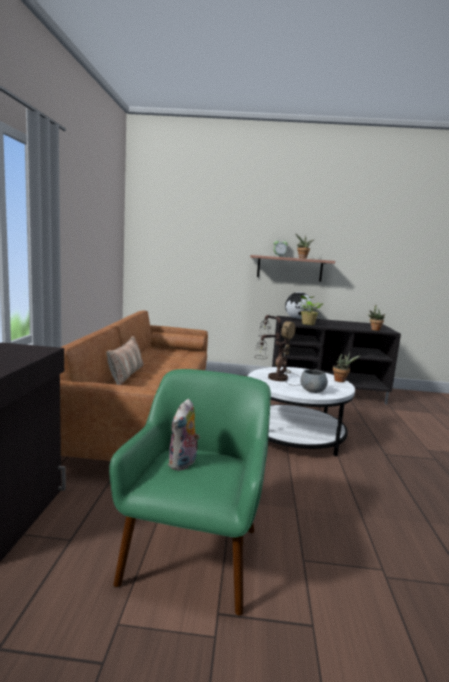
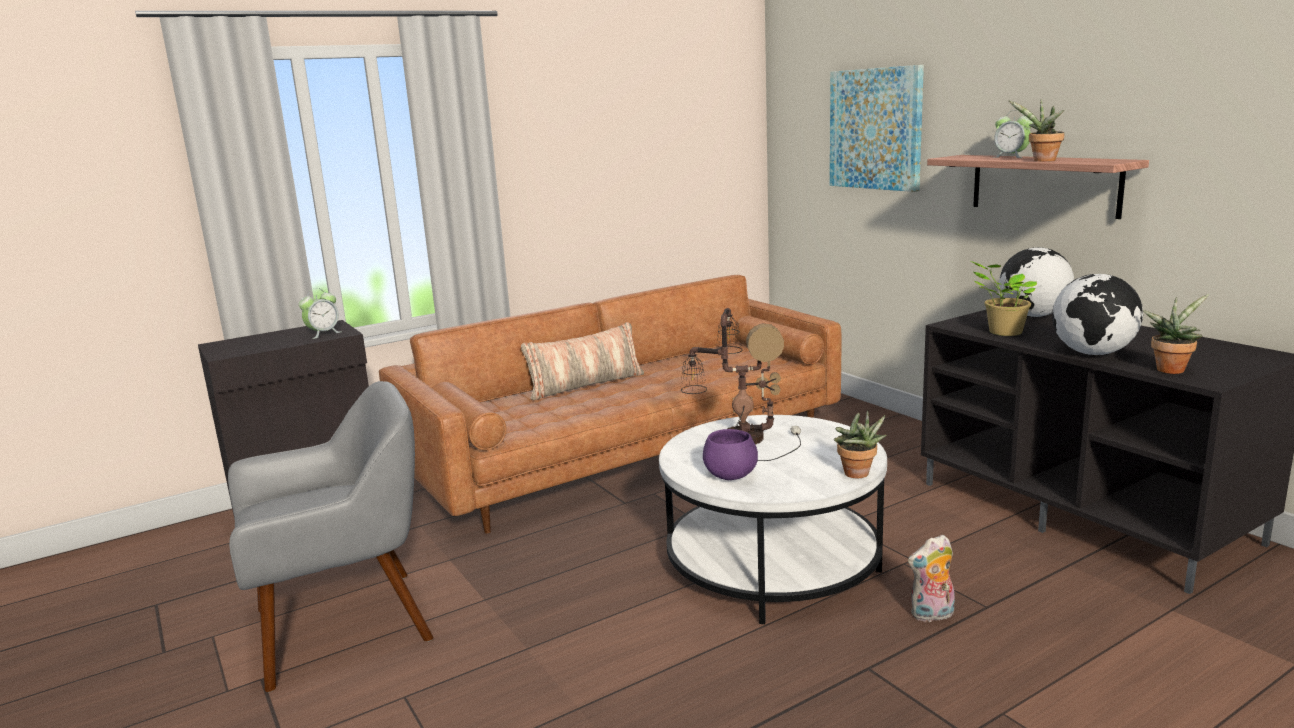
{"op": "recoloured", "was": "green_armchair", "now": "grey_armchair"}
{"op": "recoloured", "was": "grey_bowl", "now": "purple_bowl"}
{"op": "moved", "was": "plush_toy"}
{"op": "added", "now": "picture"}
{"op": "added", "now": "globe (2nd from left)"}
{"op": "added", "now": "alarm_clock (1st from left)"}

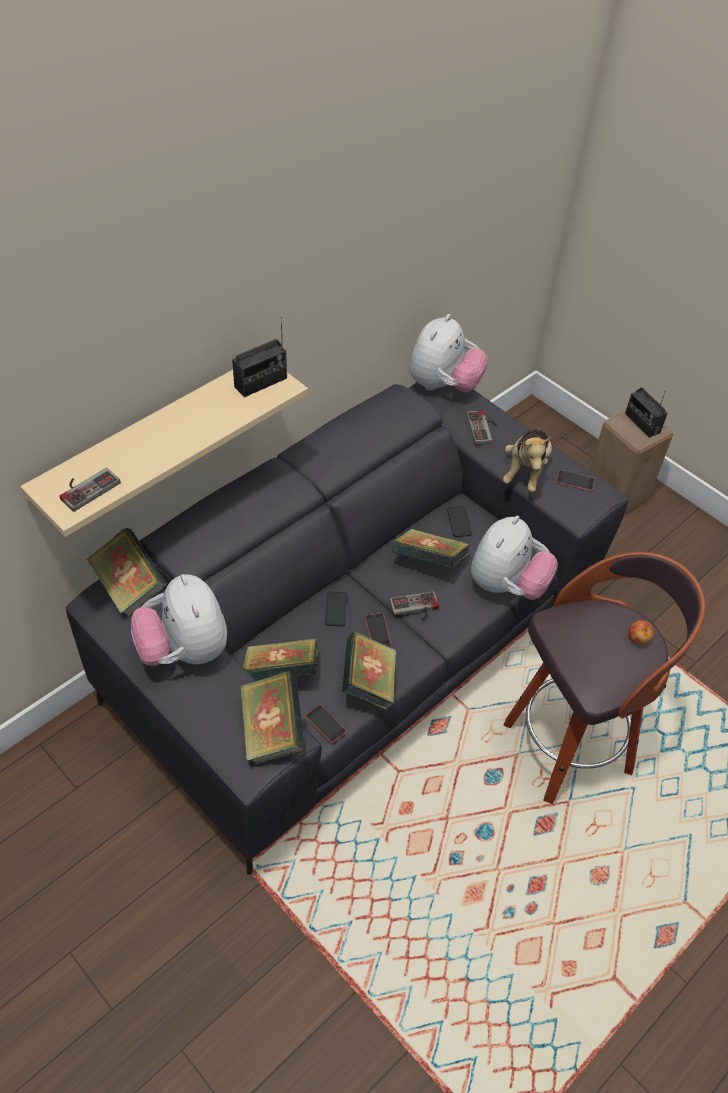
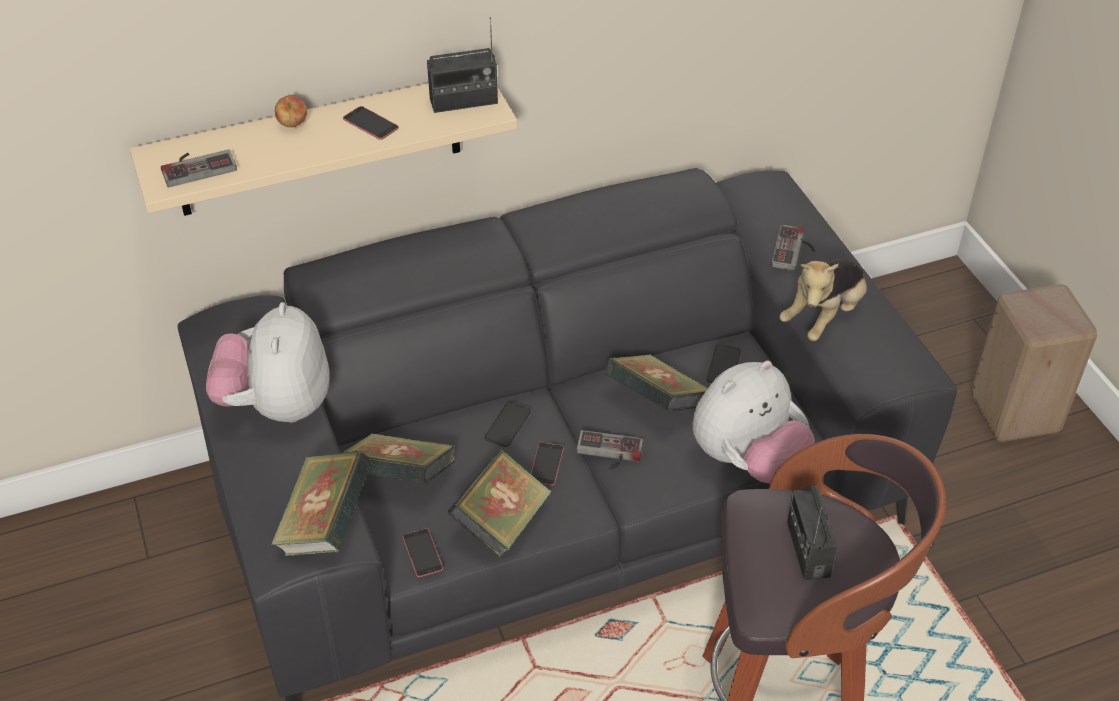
{"op": "removed", "was": "plush_toy (2nd from left)"}
{"op": "moved", "was": "radio (2nd from left)"}
{"op": "moved", "was": "phone (5th from left in the first image)", "now": "phone (1st from left)"}
{"op": "removed", "was": "book (1st from left)"}
{"op": "moved", "was": "apple"}

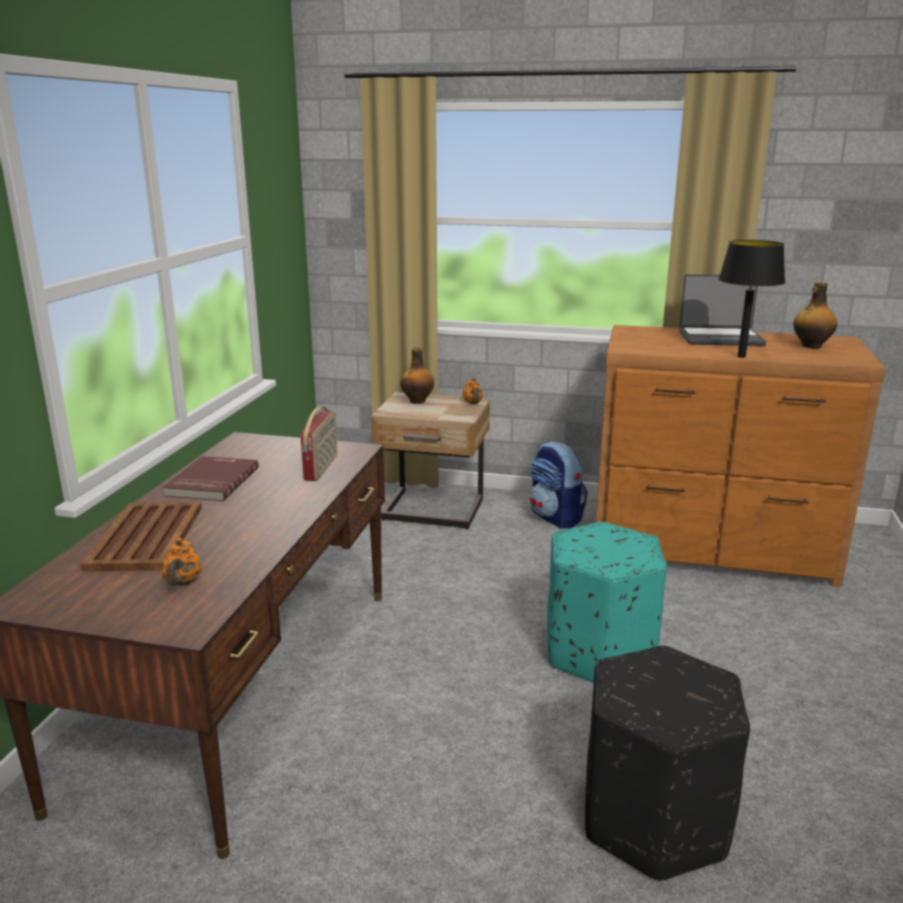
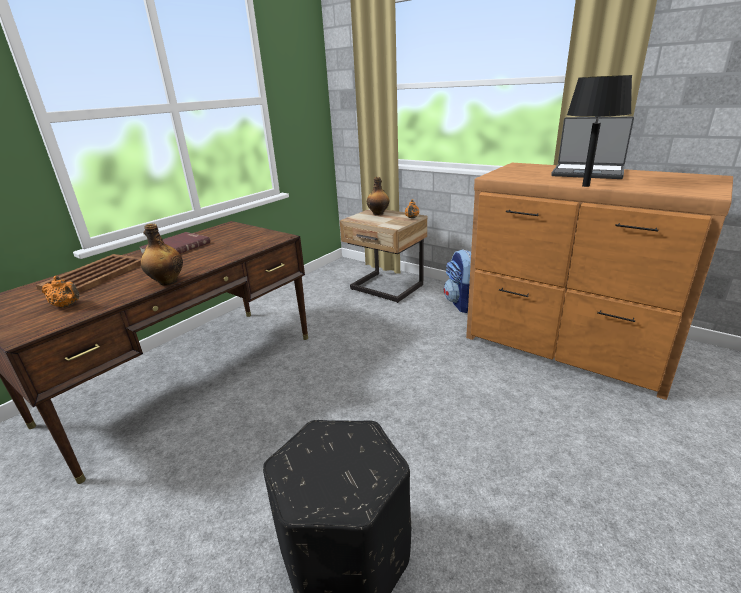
{"op": "moved", "was": "bottle (2nd from left in the first image)", "now": "bottle (1st from left)"}
{"op": "removed", "was": "radio"}
{"op": "removed", "was": "turquoise_ottoman"}
{"op": "turned", "was": "orange_teapot (1st from left)", "clockwise": -90}

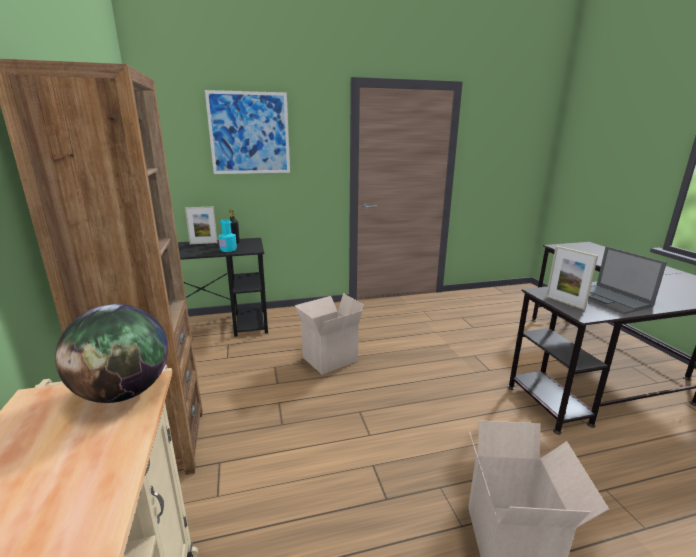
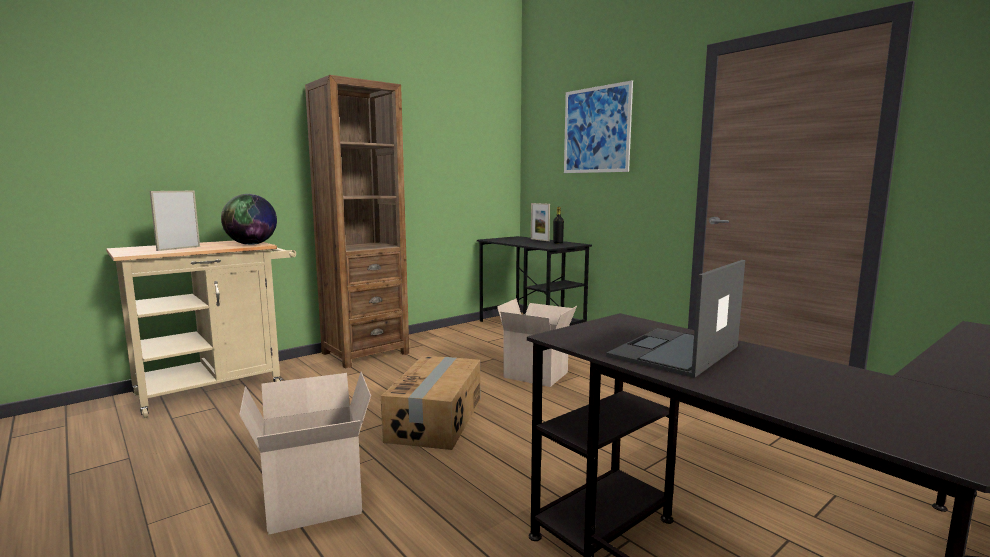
{"op": "removed", "was": "turquoise_bottle"}
{"op": "moved", "was": "picture_frame (2nd from left in the first image)", "now": "picture_frame (1st from left)"}
{"op": "added", "now": "cardboard_box (2nd from left)"}

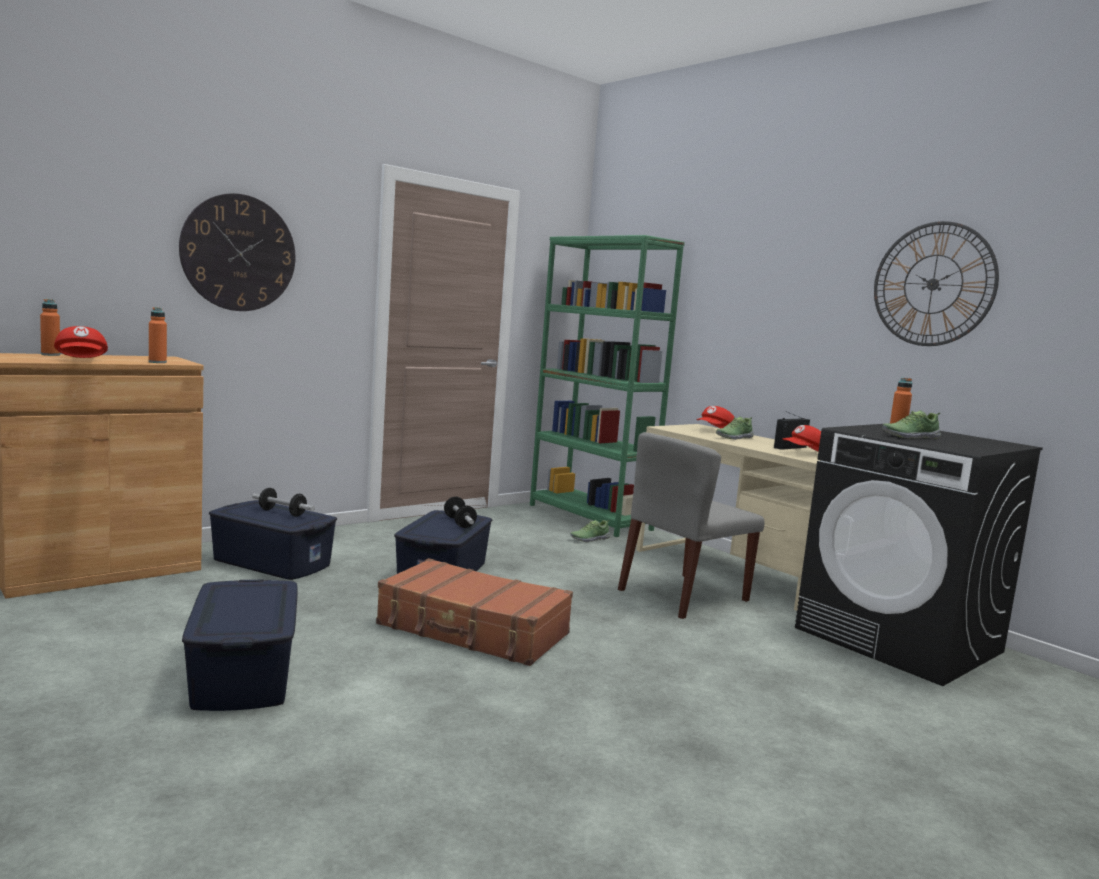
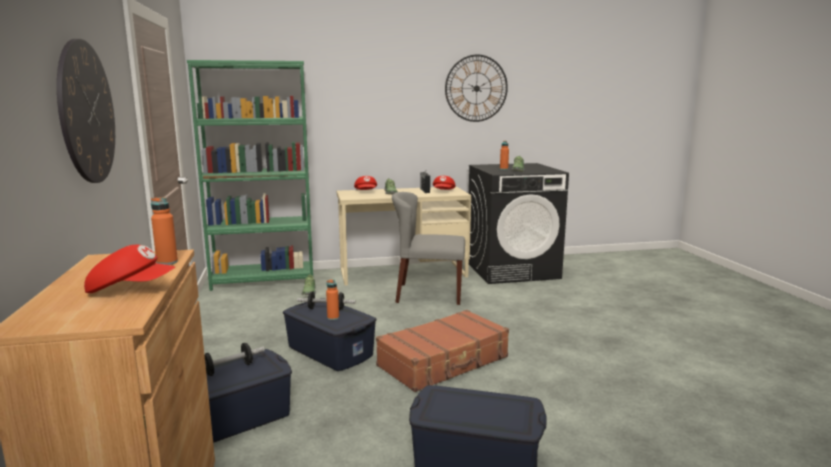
{"op": "moved", "was": "orange_bottle (1st from left in the first image)", "now": "orange_bottle (2nd from left)"}
{"op": "turned", "was": "grey_chair", "clockwise": 105}

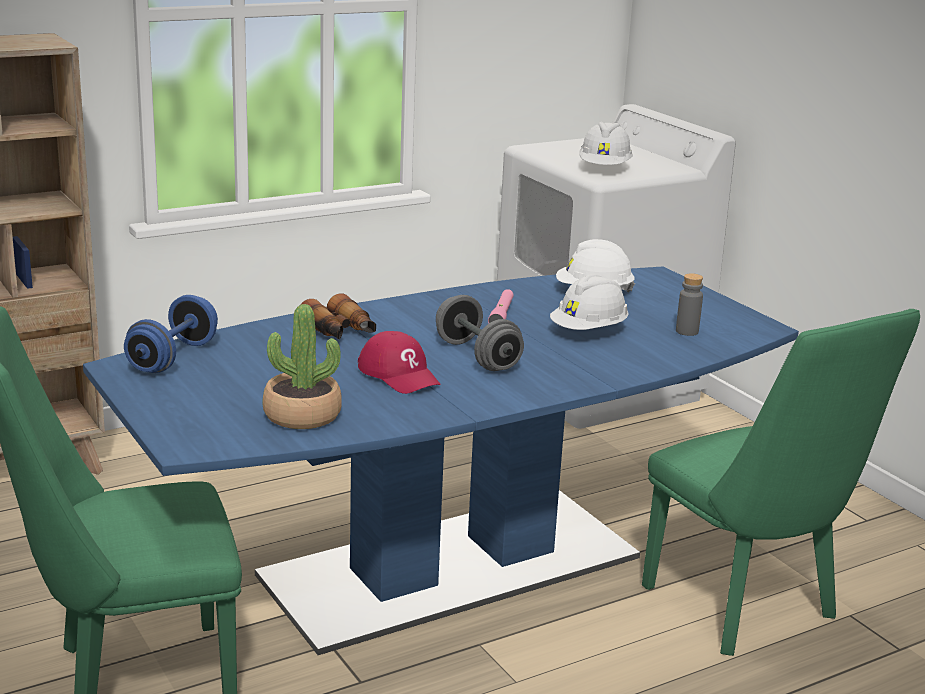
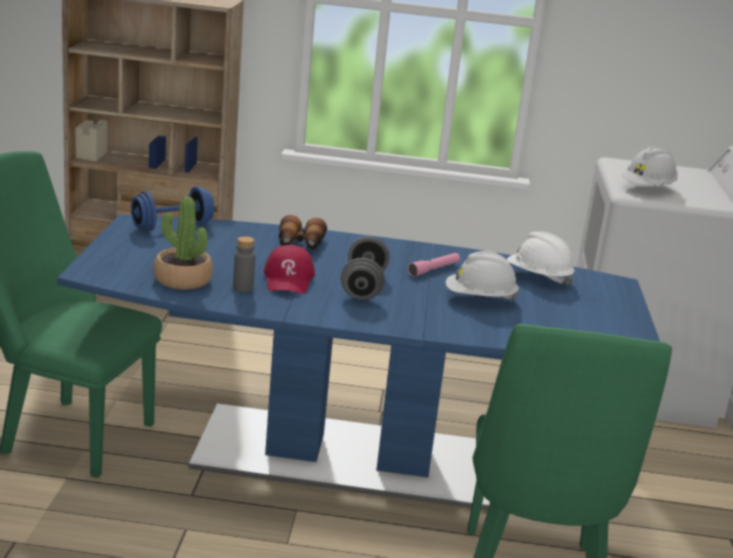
{"op": "moved", "was": "grey_bottle"}

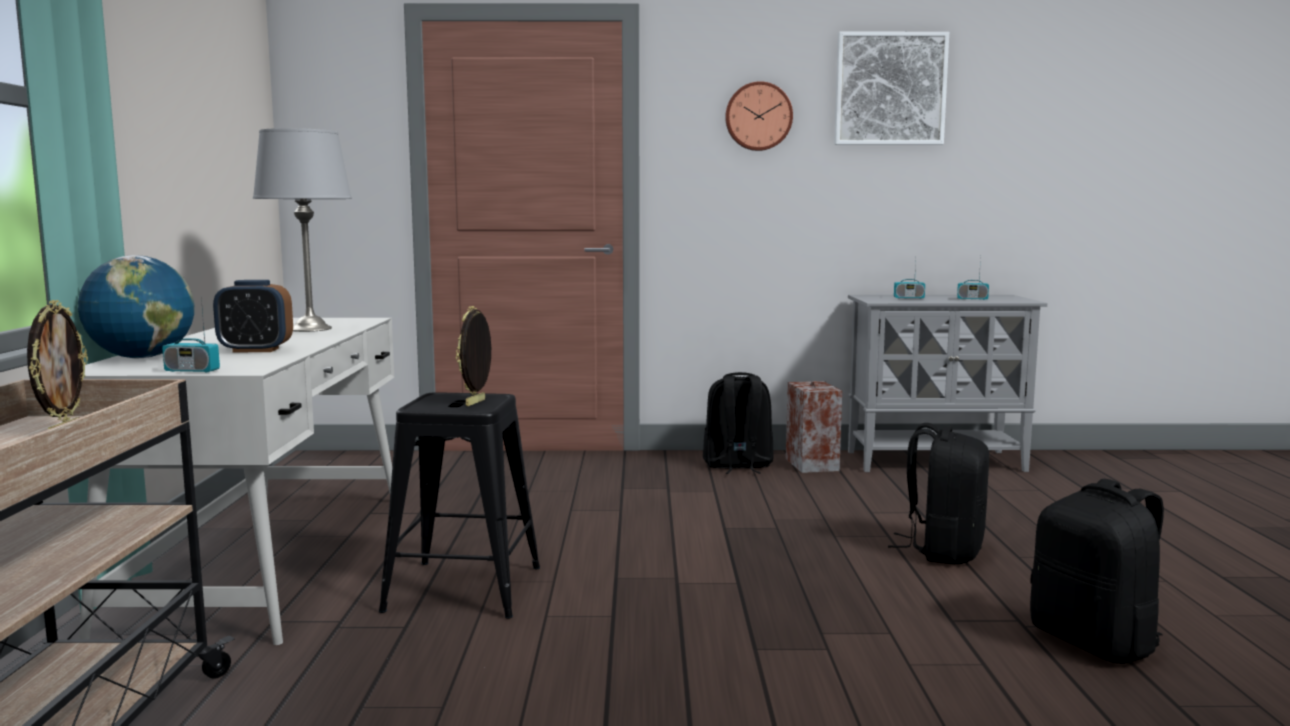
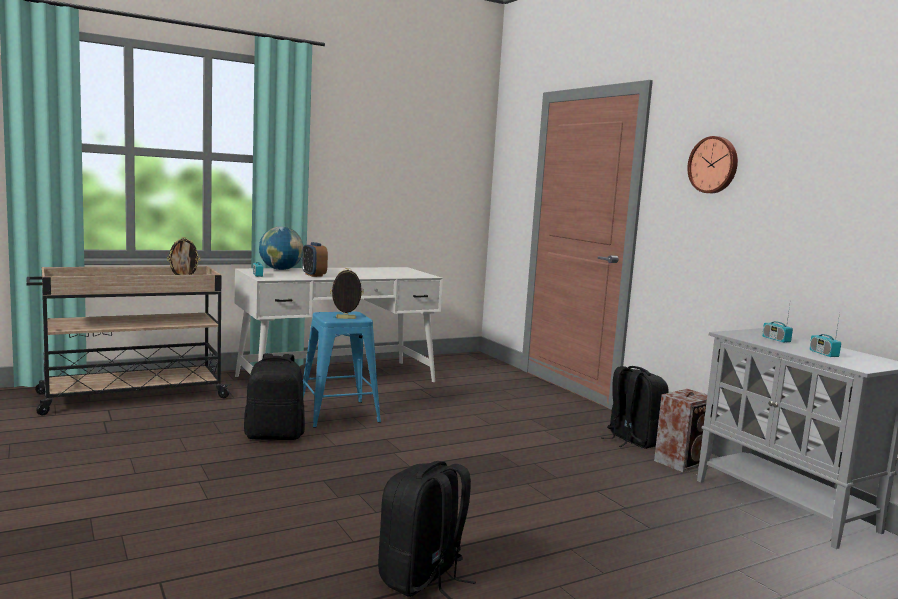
{"op": "removed", "was": "picture"}
{"op": "removed", "was": "grey_table_lamp"}
{"op": "recoloured", "was": "black_stool", "now": "blue_stool"}
{"op": "moved", "was": "black_backpack (2nd from left in the first image)", "now": "black_backpack (1st from left)"}

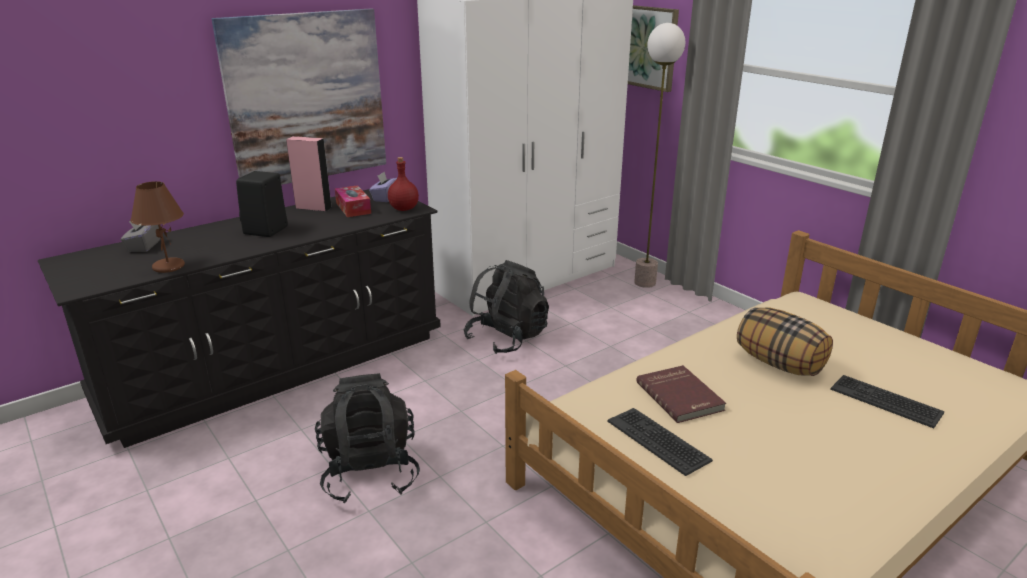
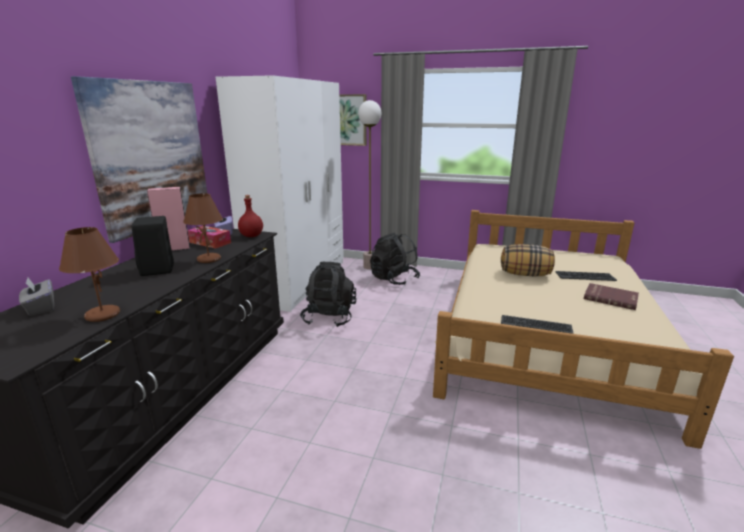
{"op": "moved", "was": "red_book"}
{"op": "moved", "was": "black_backpack (1st from left in the first image)", "now": "black_backpack (2nd from left)"}
{"op": "added", "now": "brown_table_lamp (2nd from left)"}

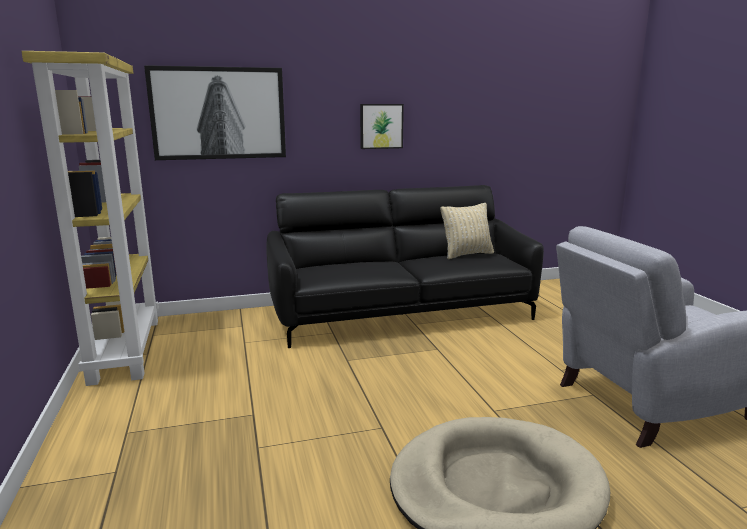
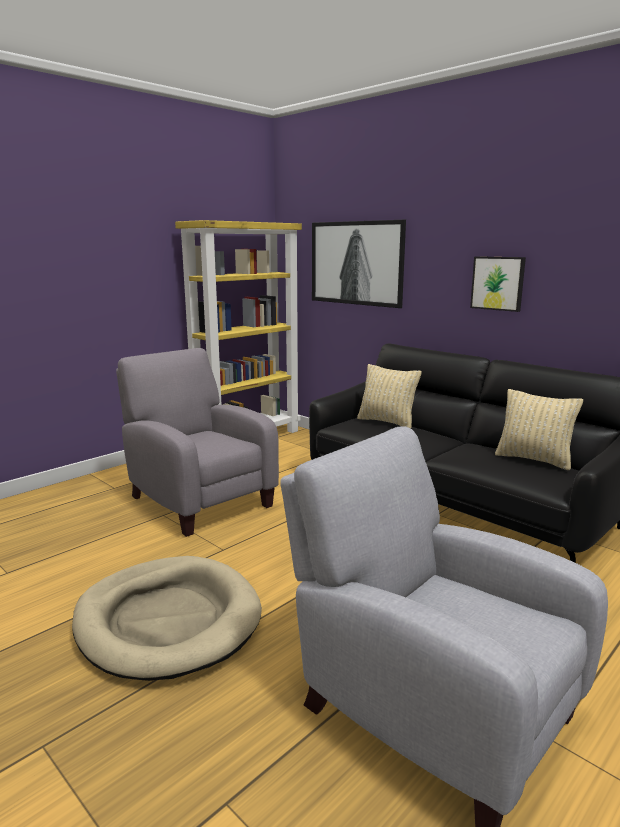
{"op": "added", "now": "grey_armchair (1st from left)"}
{"op": "added", "now": "beige_pillow (1st from left)"}

